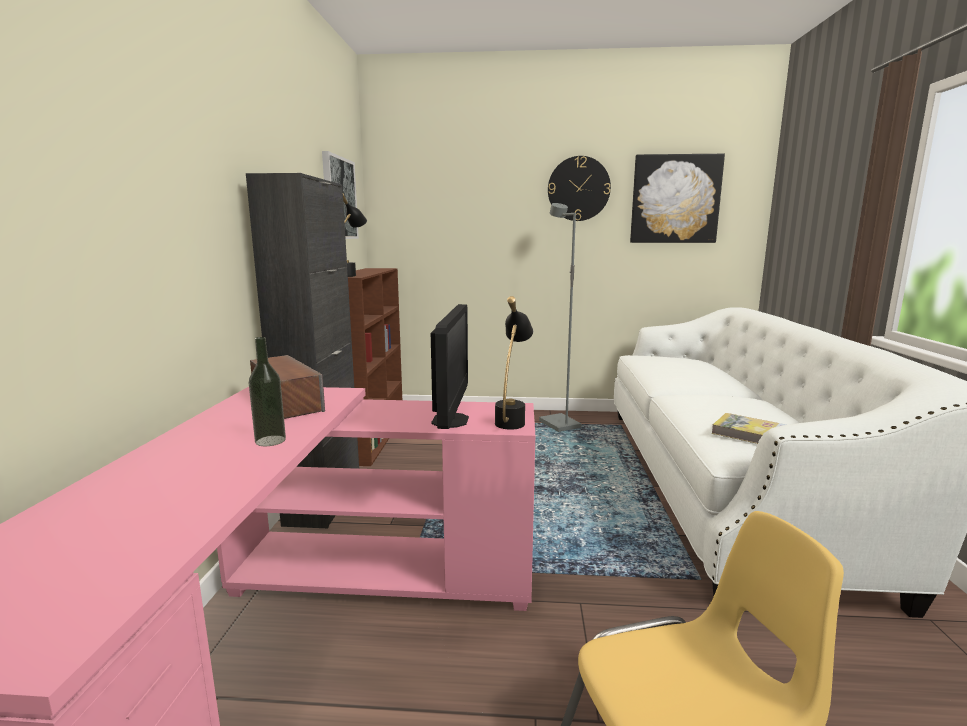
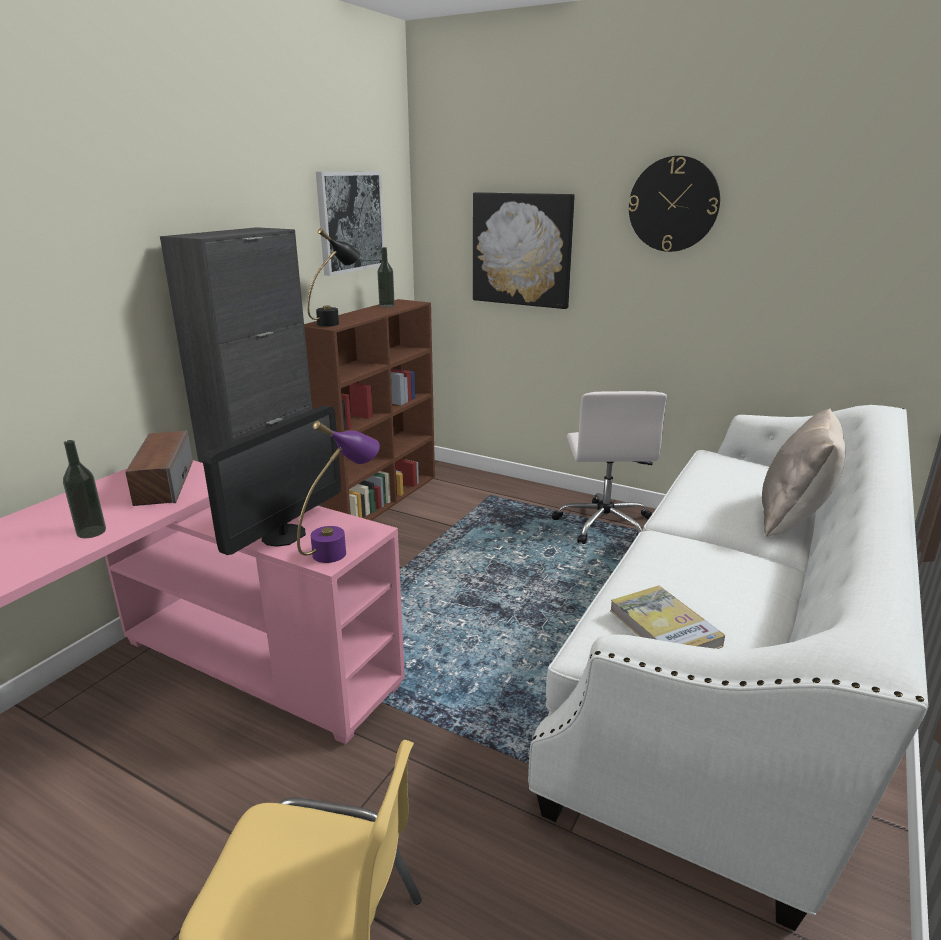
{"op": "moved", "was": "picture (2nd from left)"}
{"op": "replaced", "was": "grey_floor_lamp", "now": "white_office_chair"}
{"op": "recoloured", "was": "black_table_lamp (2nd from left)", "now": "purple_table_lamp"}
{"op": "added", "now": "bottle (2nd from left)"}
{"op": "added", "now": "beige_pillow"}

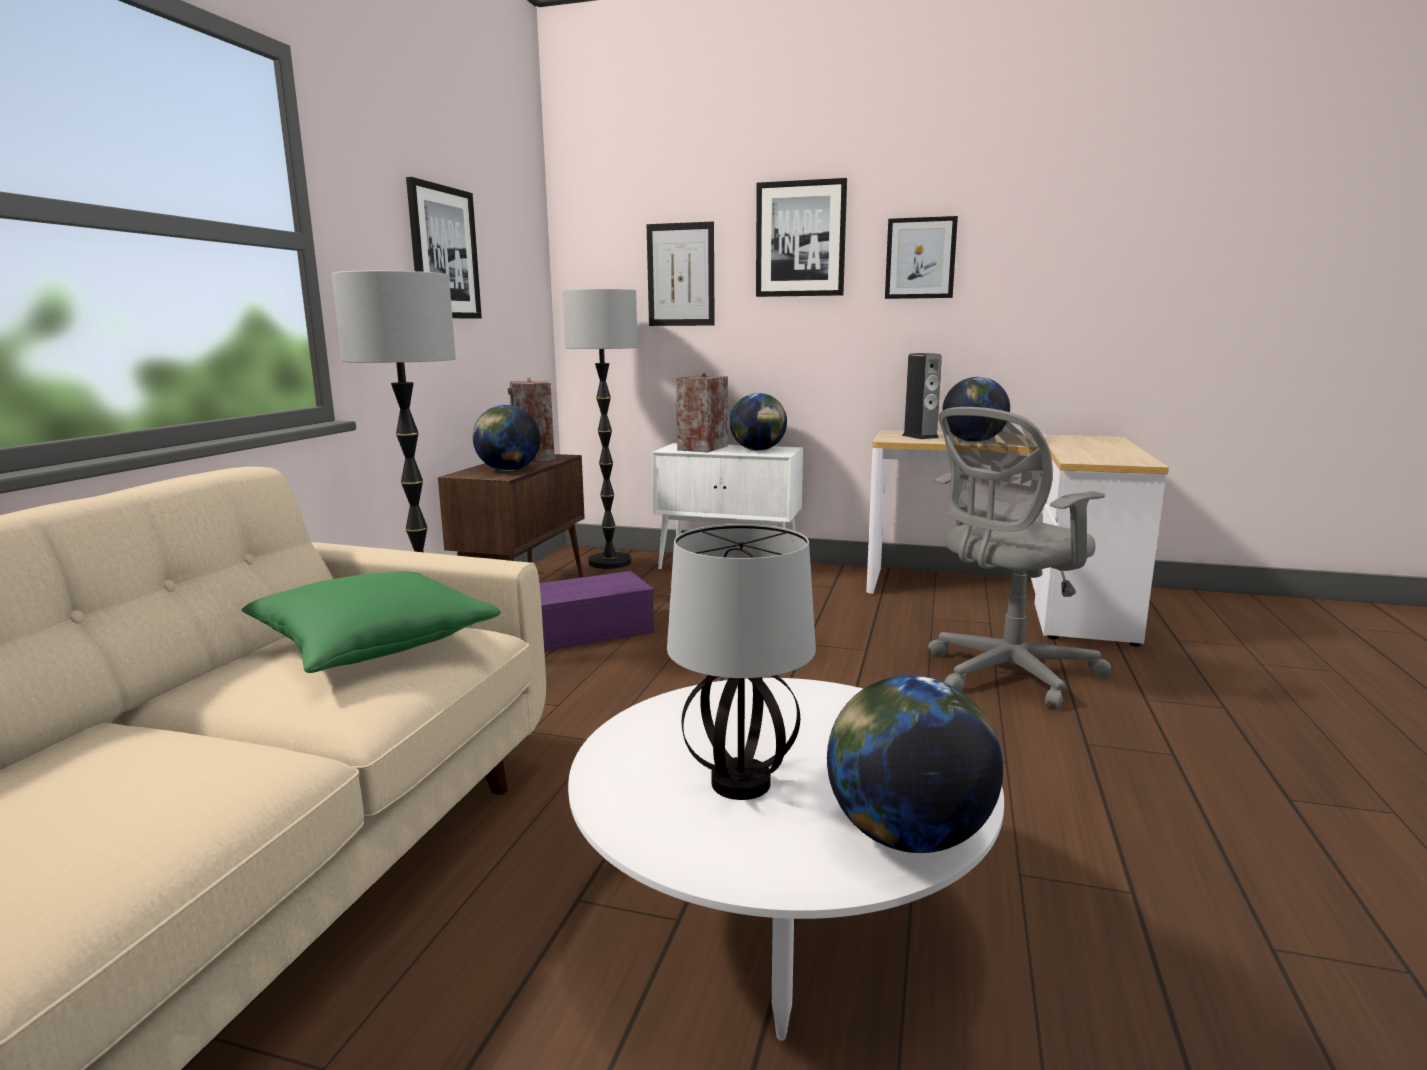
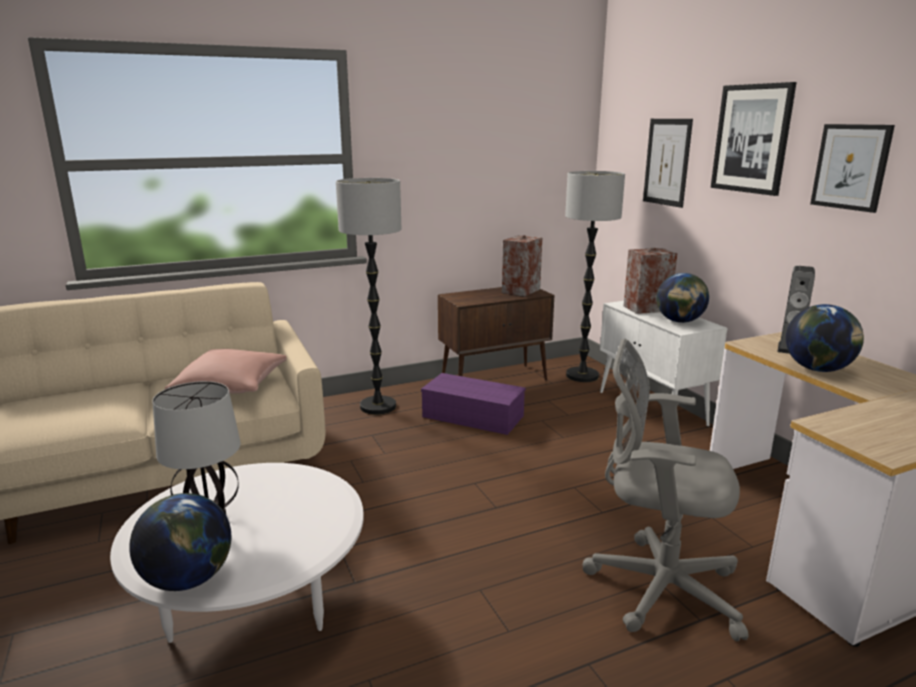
{"op": "removed", "was": "picture (1st from left)"}
{"op": "removed", "was": "globe (1st from left)"}
{"op": "recoloured", "was": "green_pillow", "now": "pink_pillow"}

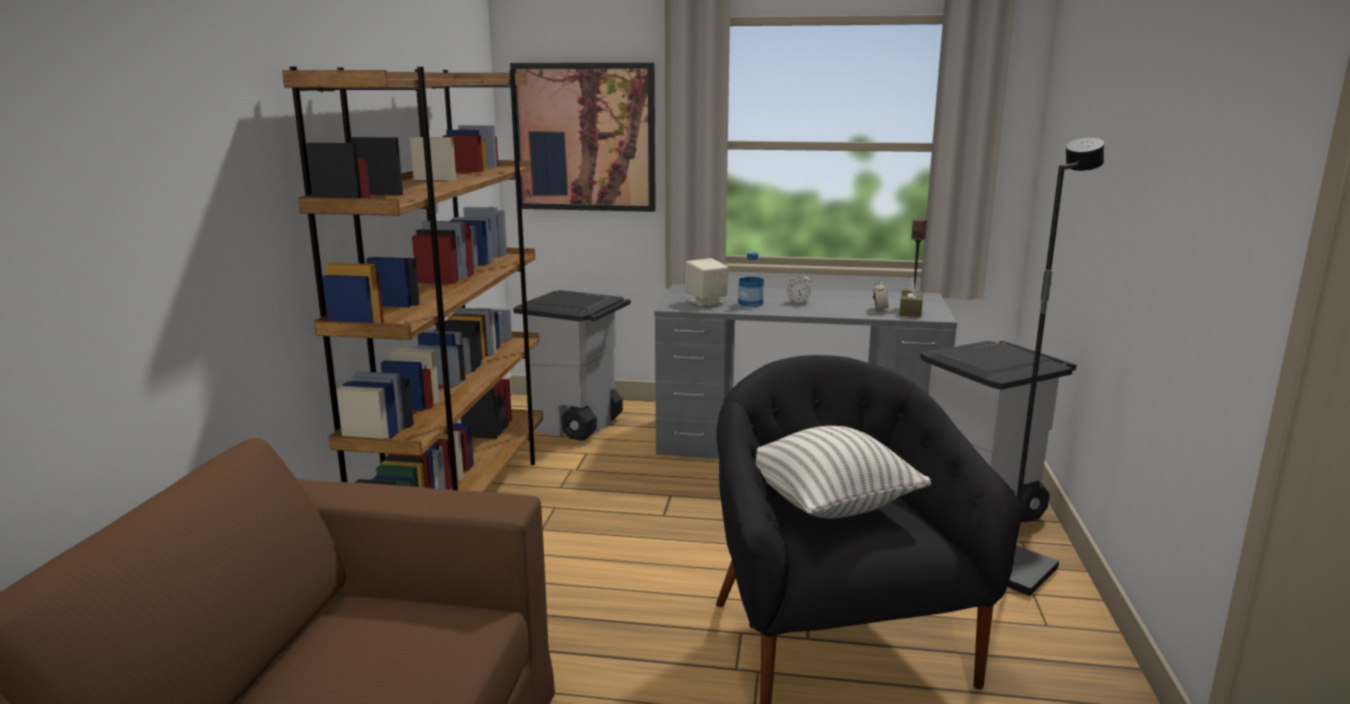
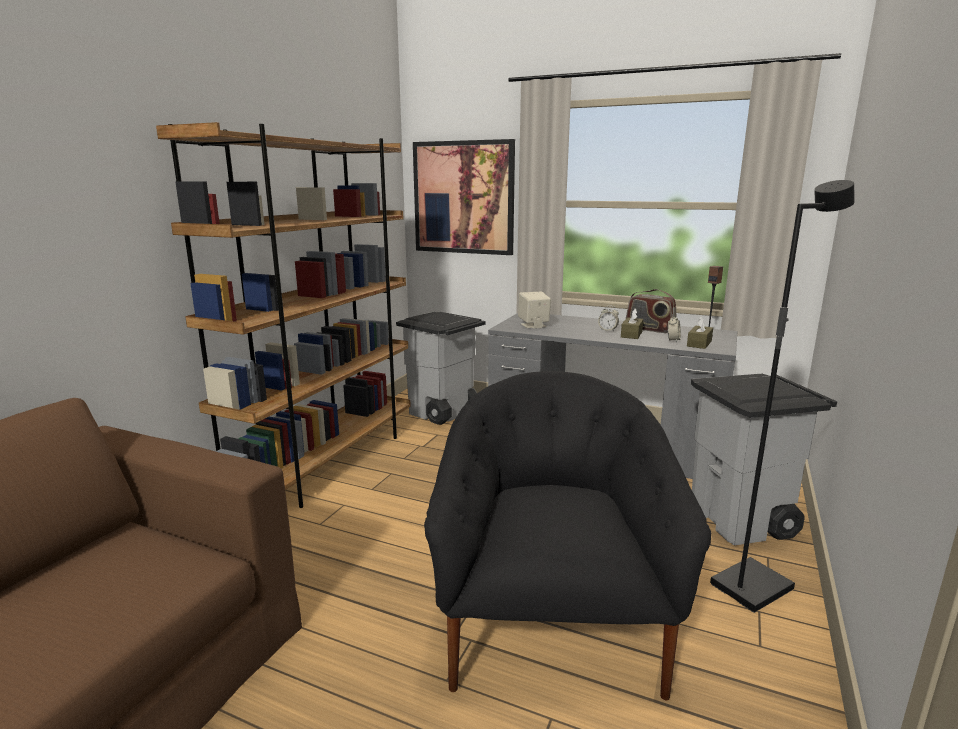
{"op": "removed", "was": "bottle"}
{"op": "removed", "was": "pillow"}
{"op": "added", "now": "radio"}
{"op": "added", "now": "brown_tissue_box (1st from left)"}

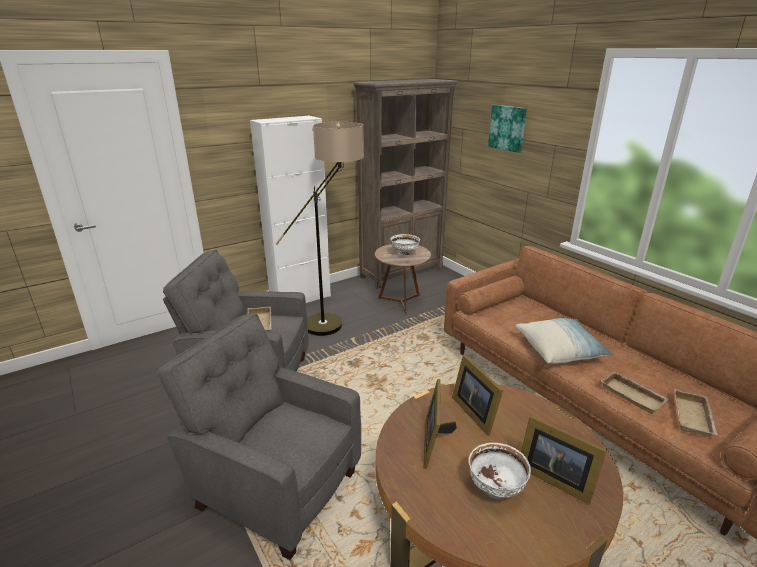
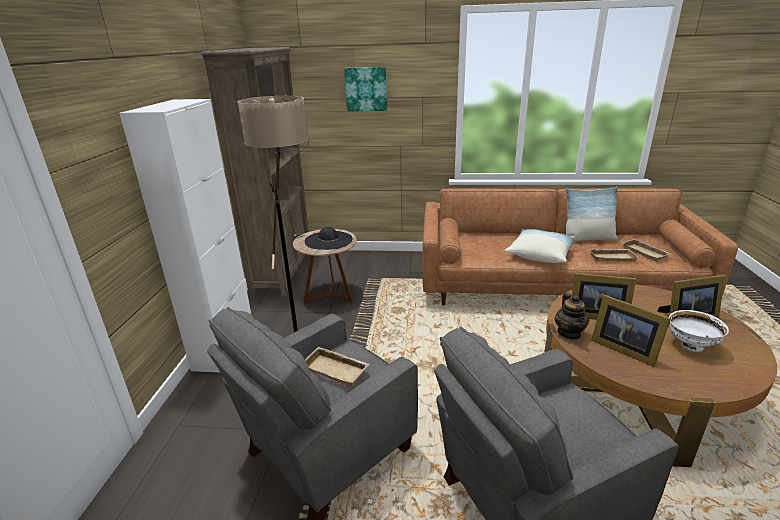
{"op": "replaced", "was": "white_bowl (1st from left)", "now": "black_hat"}
{"op": "added", "now": "pillow (2nd from left)"}
{"op": "added", "now": "teapot"}

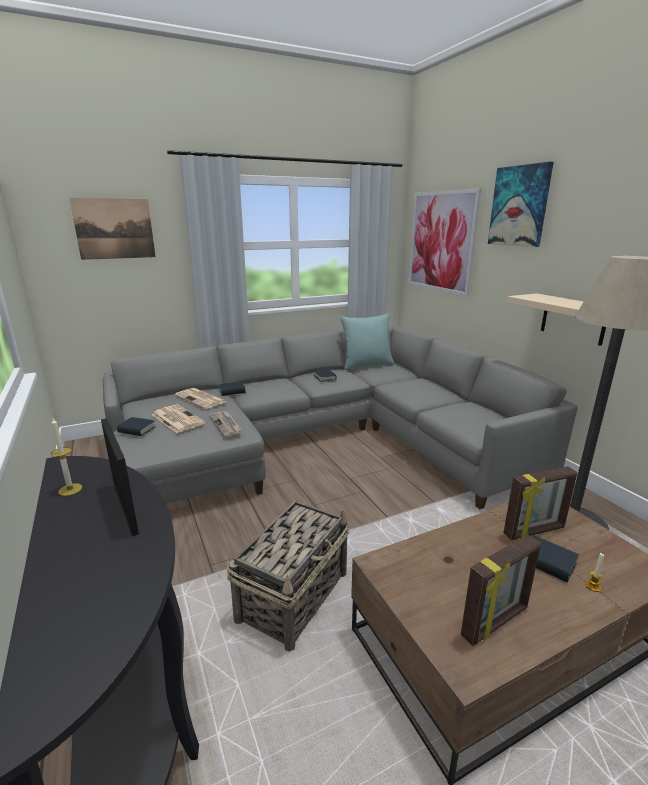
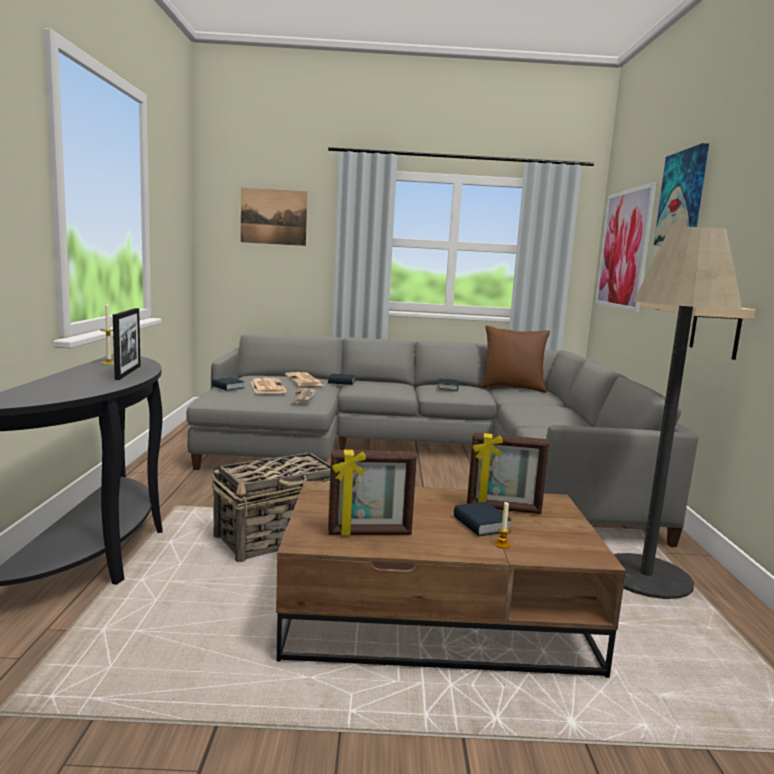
{"op": "recoloured", "was": "turquoise_pillow", "now": "brown_pillow"}

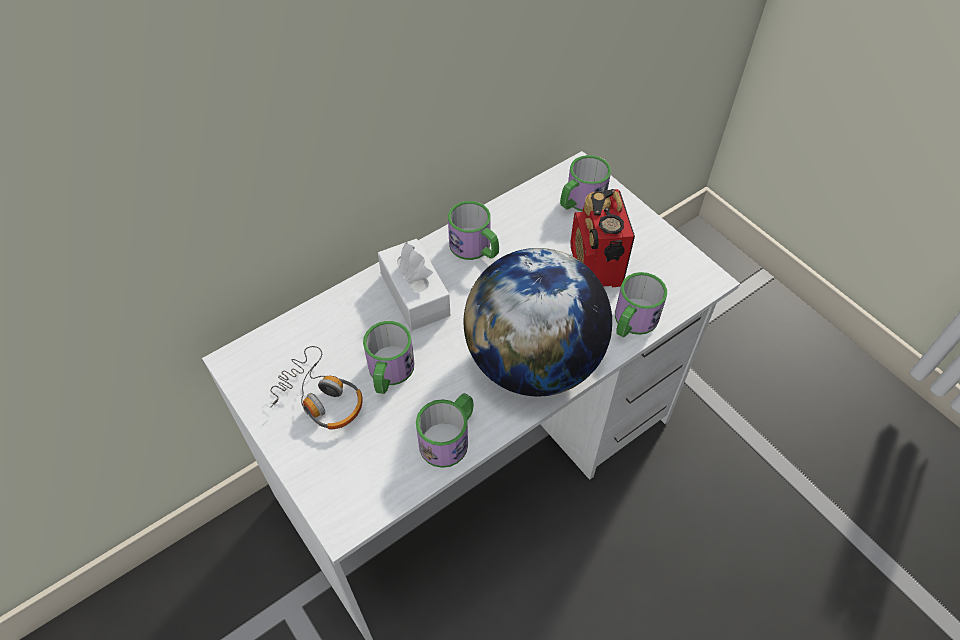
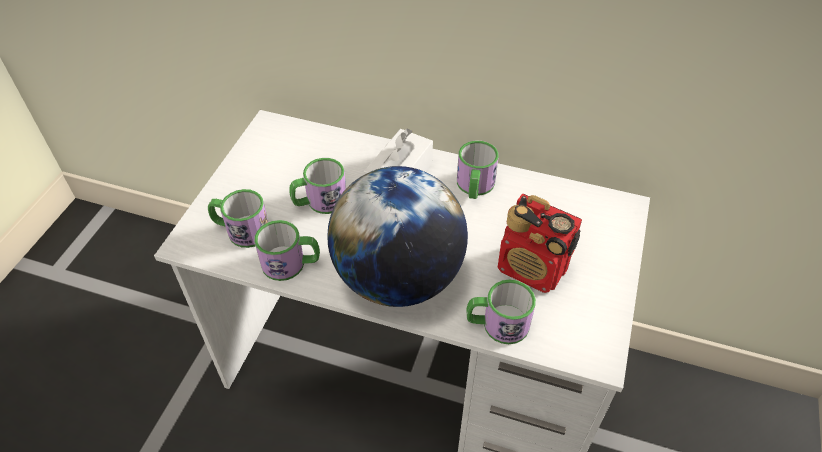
{"op": "moved", "was": "mug (4th from left in the first image)", "now": "mug (1st from left)"}
{"op": "turned", "was": "radio", "clockwise": -105}
{"op": "removed", "was": "headphones"}

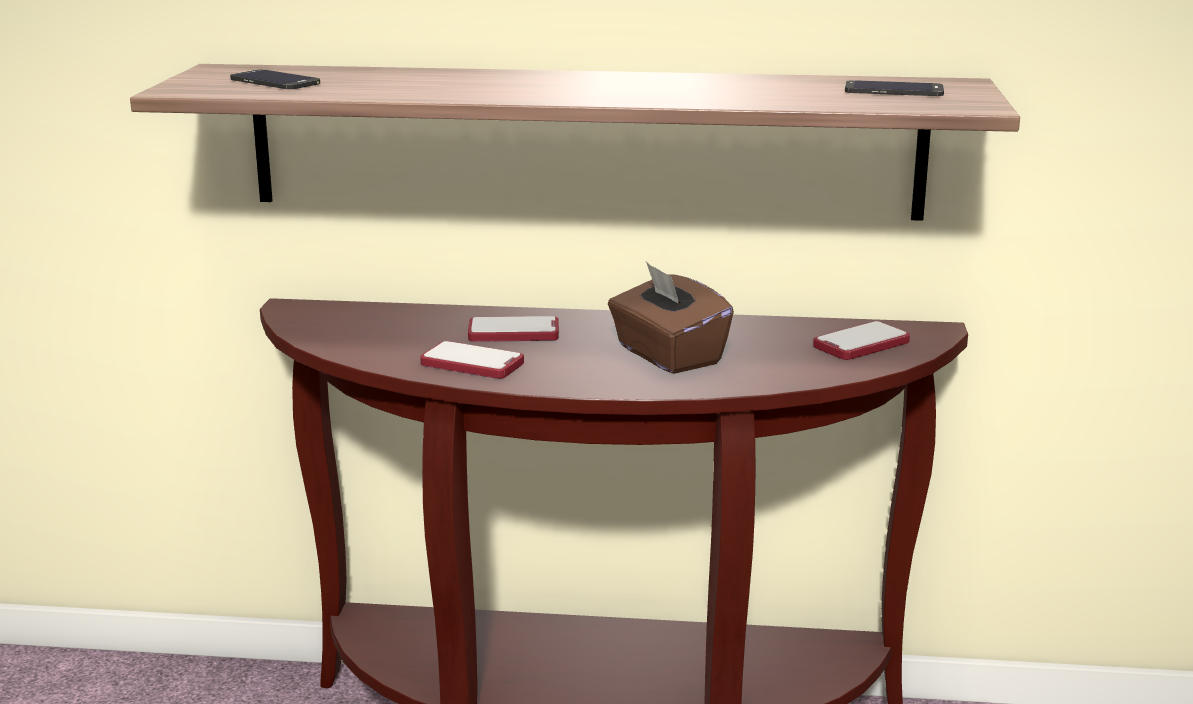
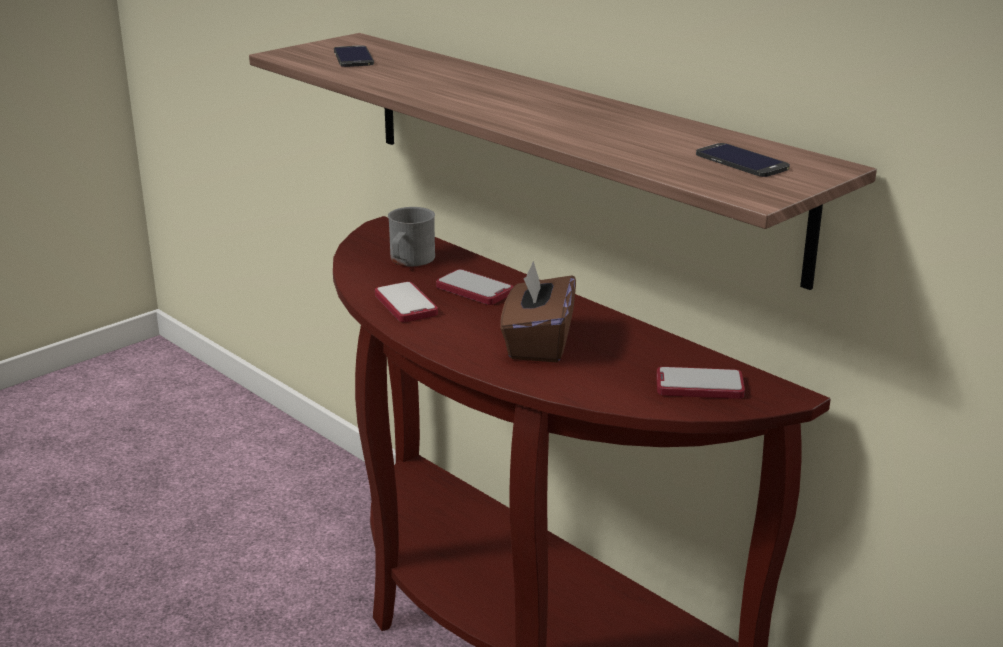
{"op": "added", "now": "grey_mug"}

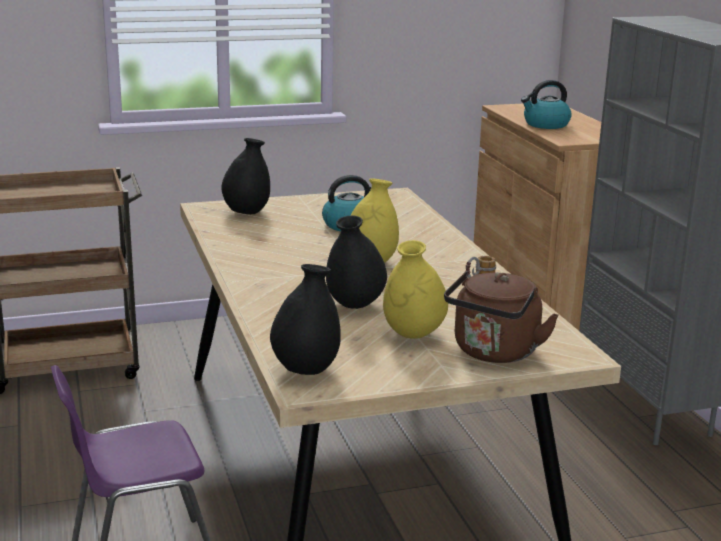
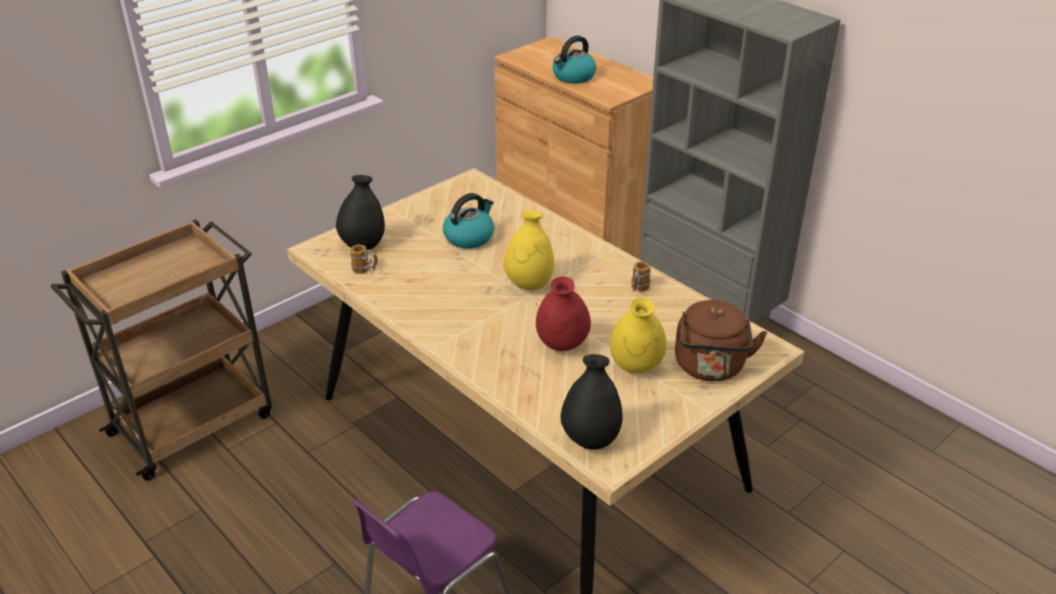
{"op": "recoloured", "was": "black_vase (3rd from left)", "now": "red_vase"}
{"op": "added", "now": "mug (1st from left)"}

